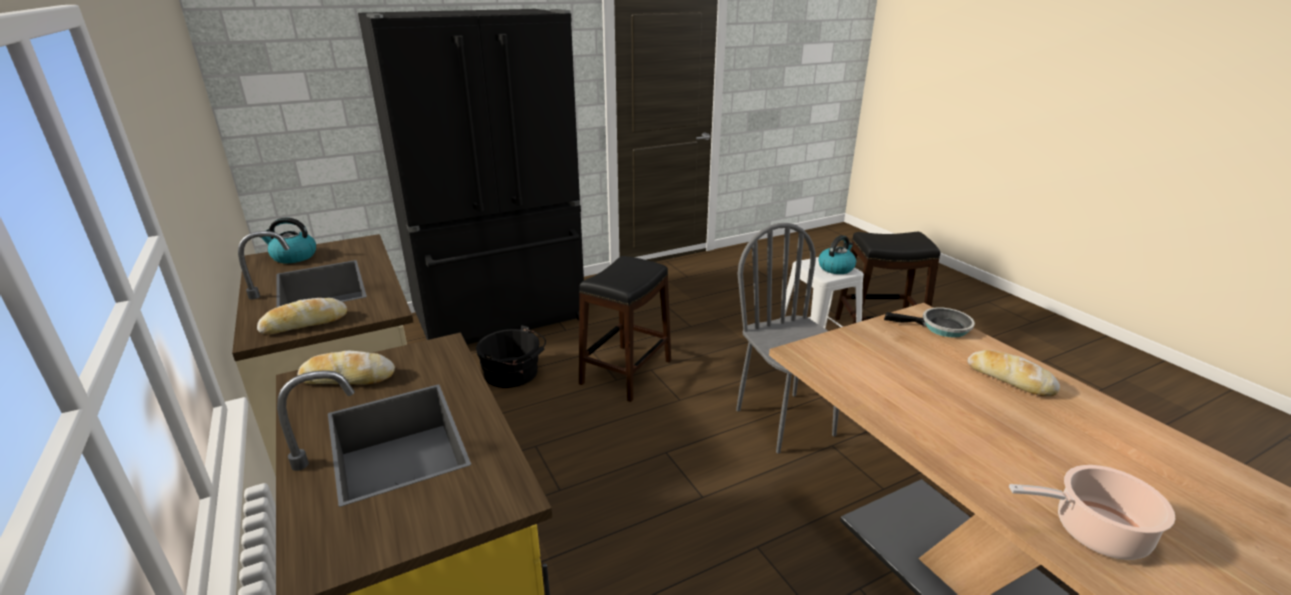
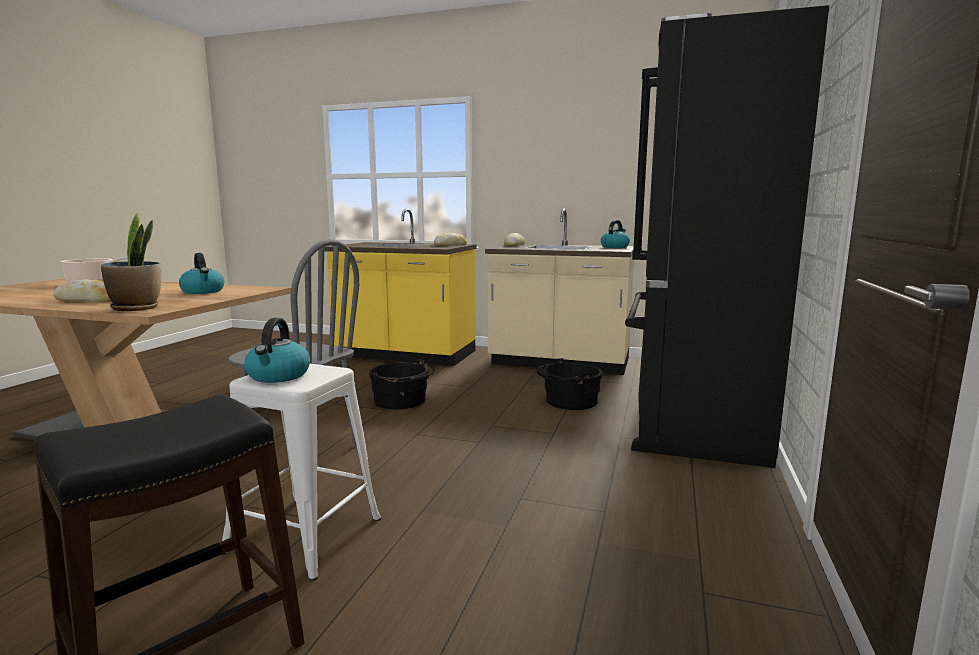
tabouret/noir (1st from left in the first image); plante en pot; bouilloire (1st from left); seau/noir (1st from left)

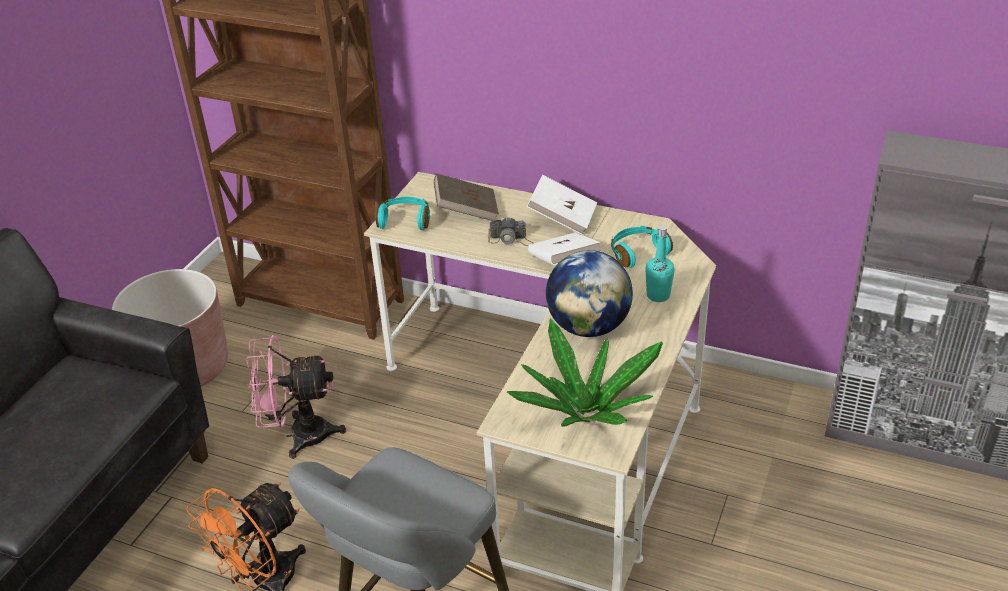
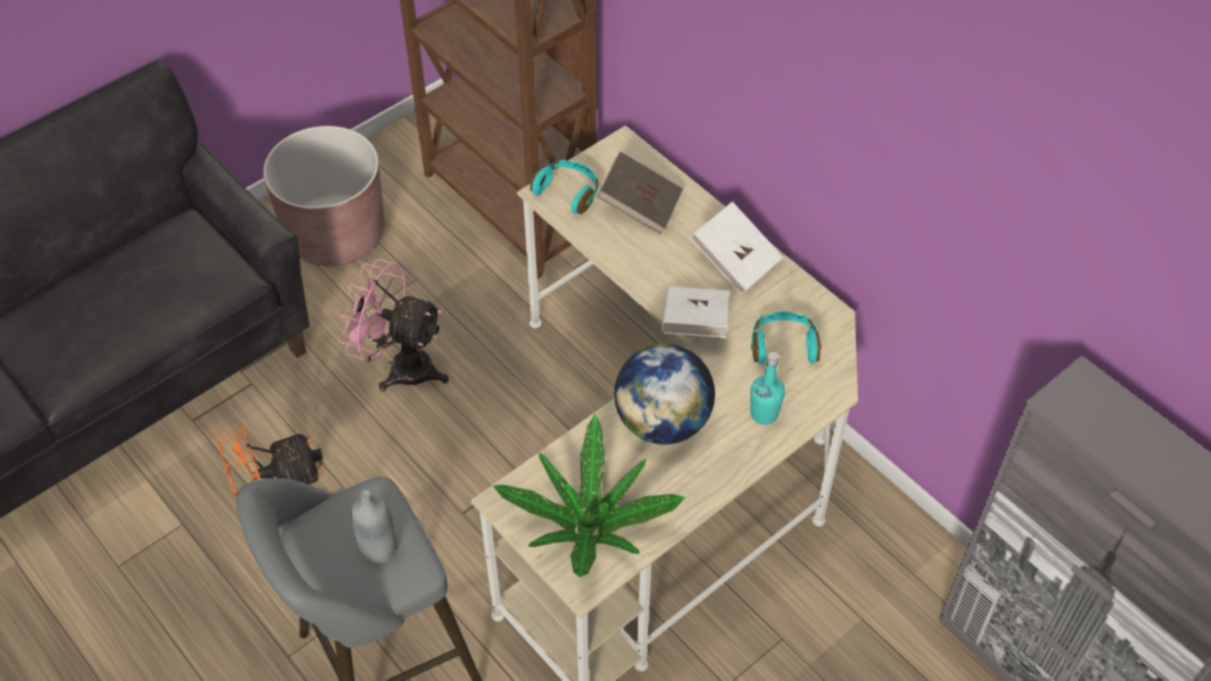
appareil photo; bouteille/gris

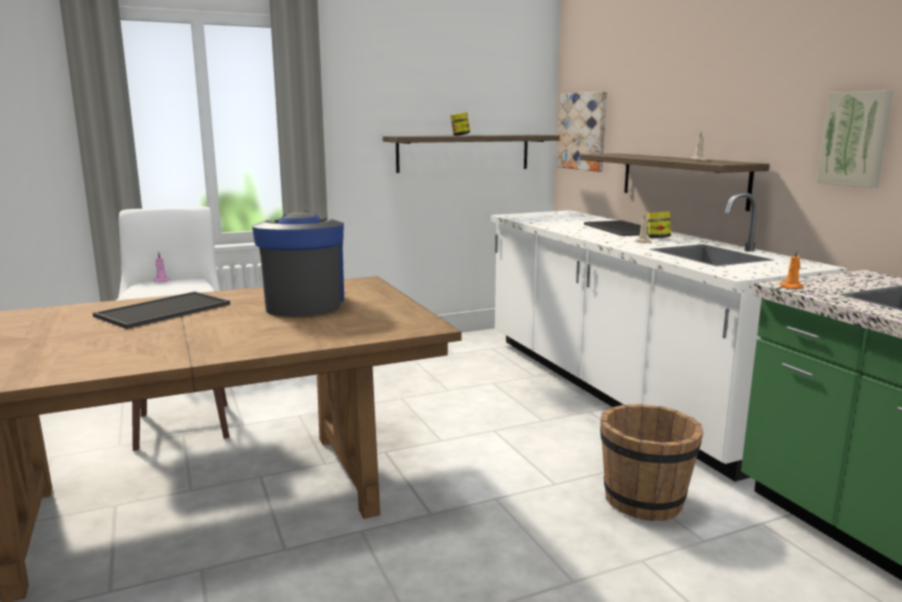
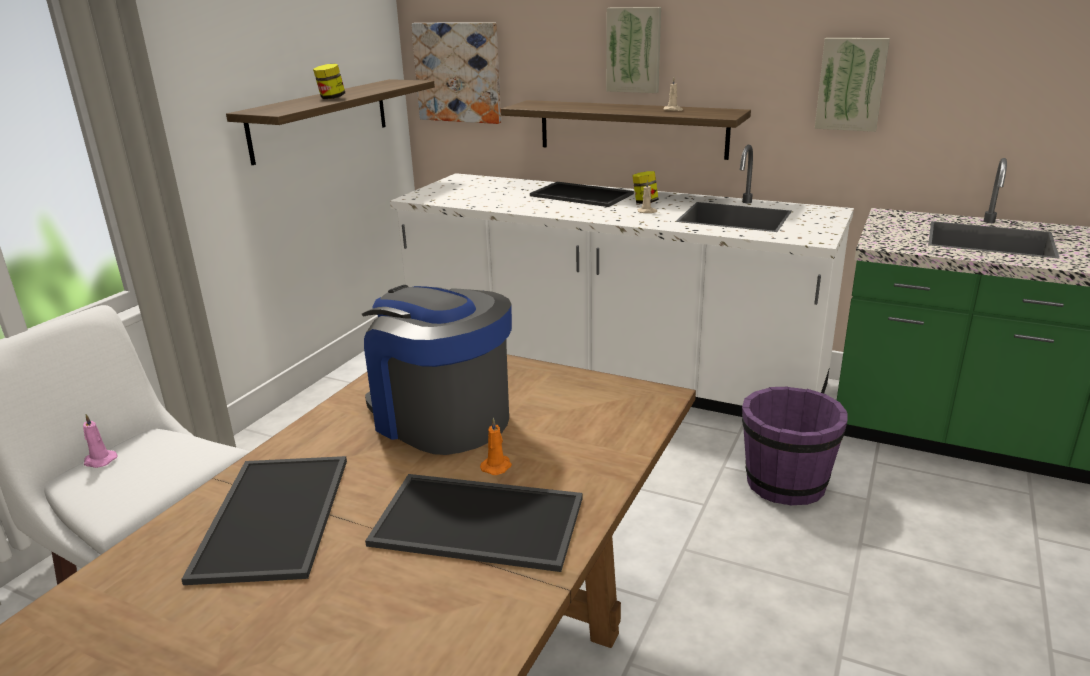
bougie/orange; seau/violet; tableau (2nd from left); plateau (2nd from left)

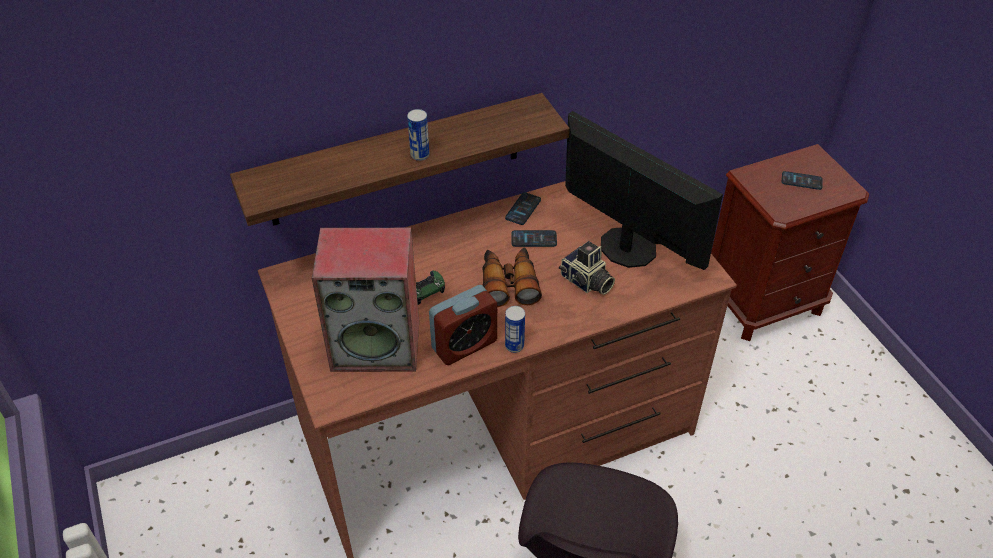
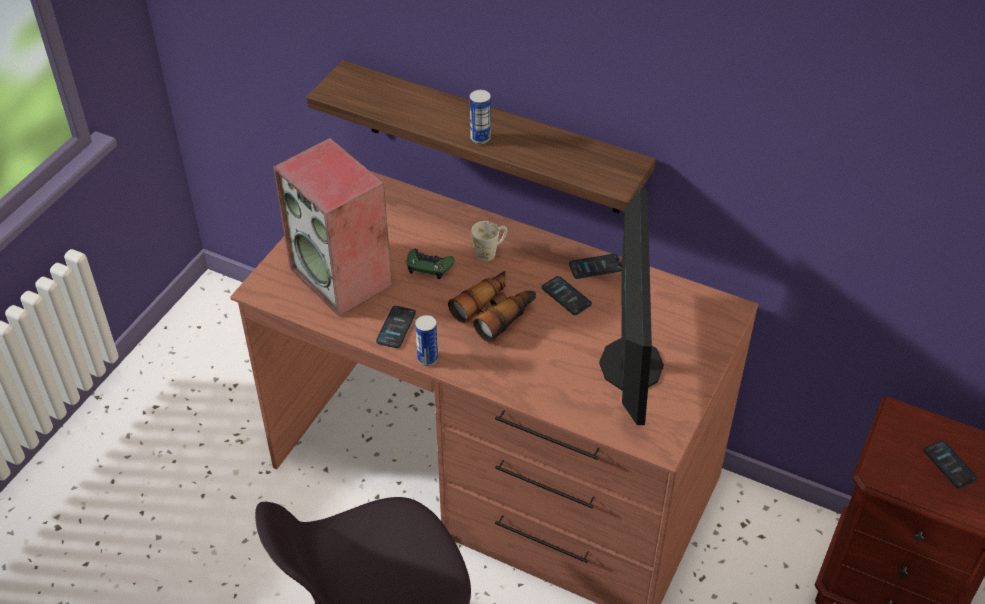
appareil photo; téléphone (1st from left); mug/blanc

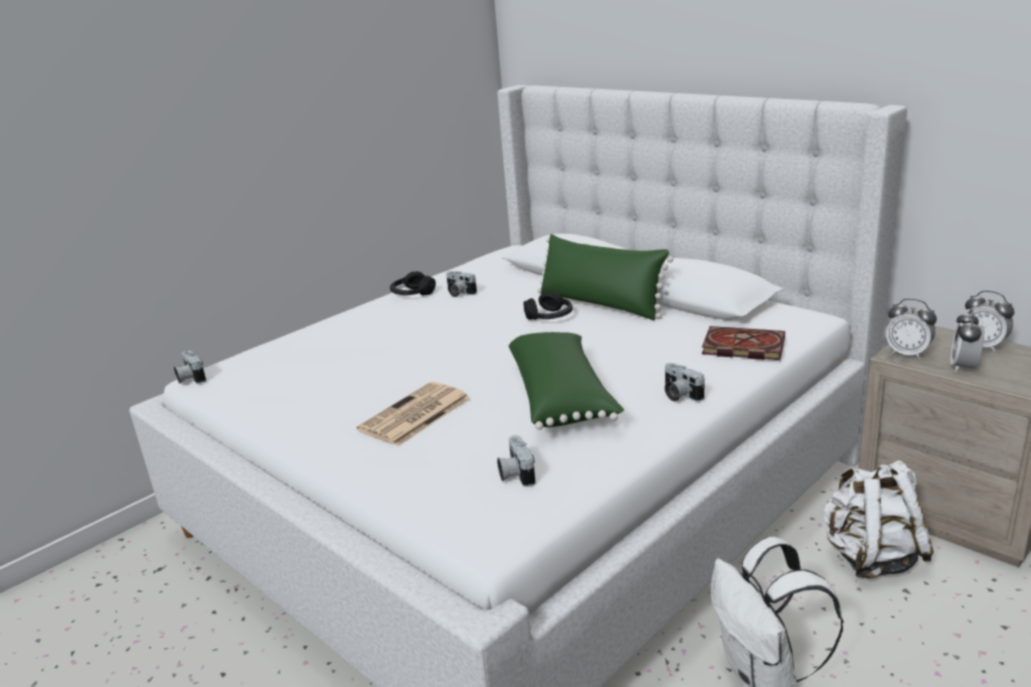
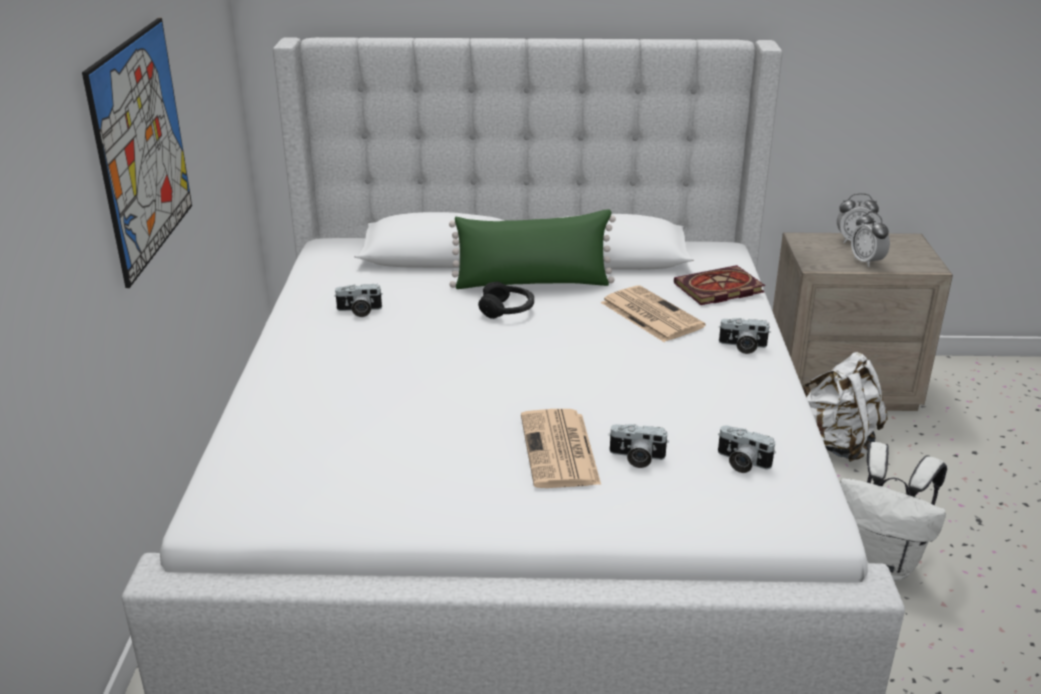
casque audio/noir (1st from left in the first image); réveil (1st from left in the first image); coussin/vert (1st from left in the first image); appareil photo (2nd from left); tableau; journal (2nd from left)

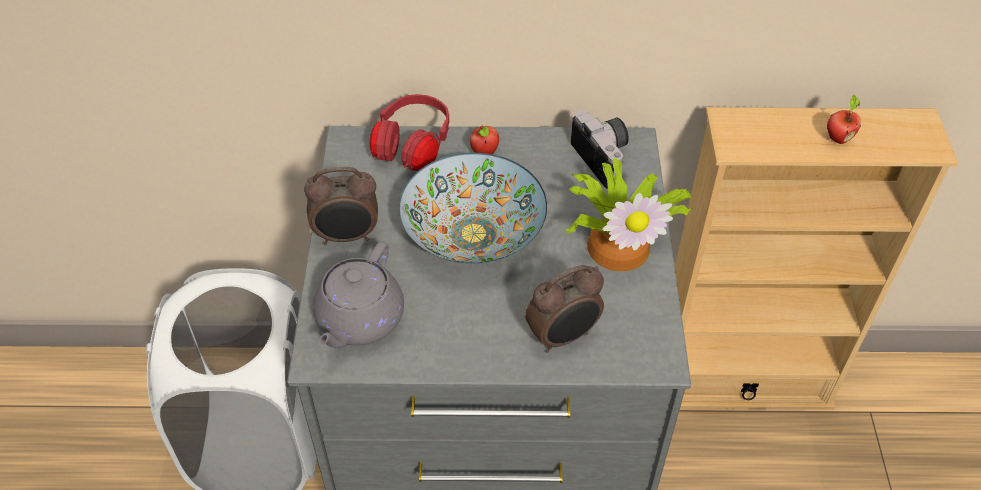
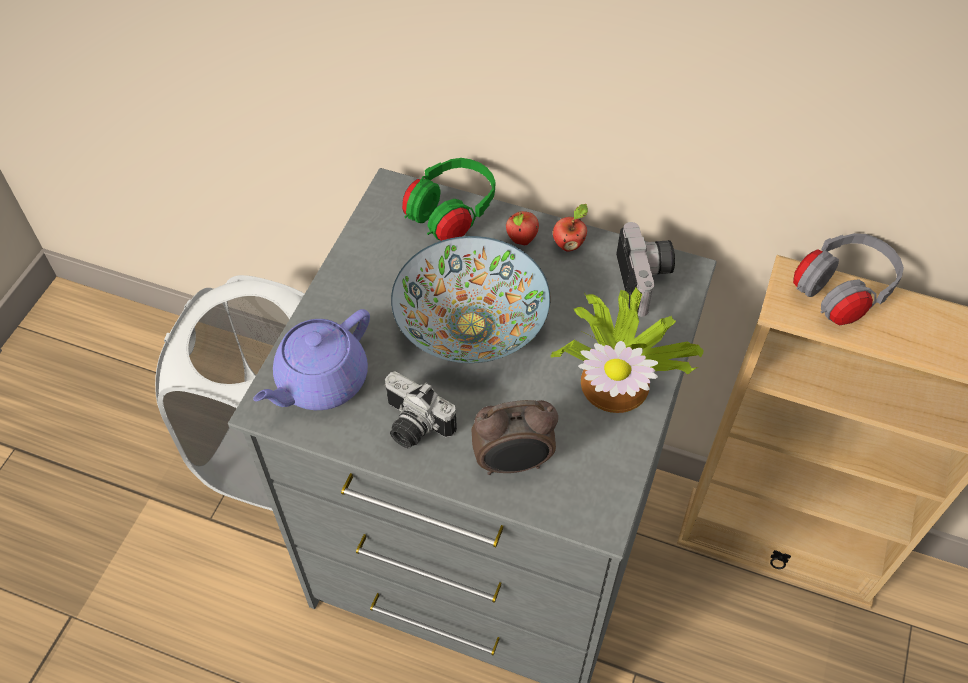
casque audio/vert; pomme (2nd from left); réveil (1st from left in the first image); théière/violet; casque audio/gris; appareil photo (1st from left)

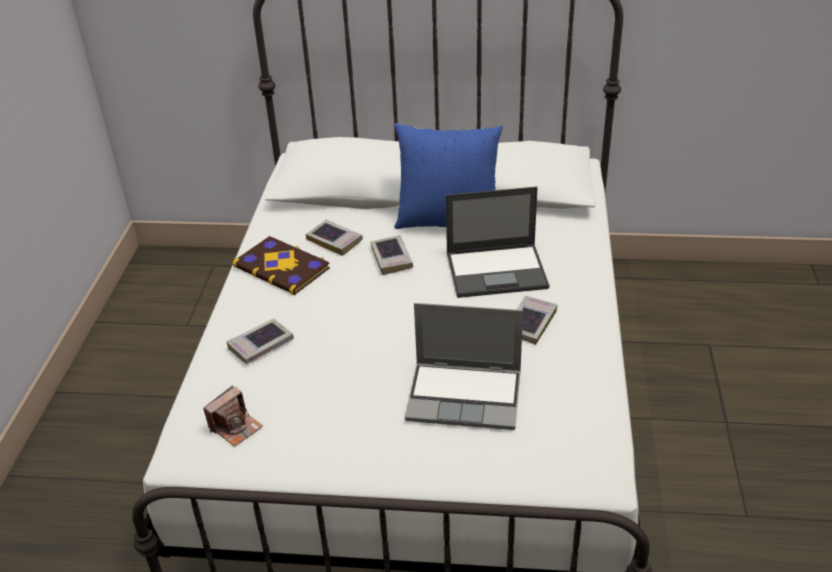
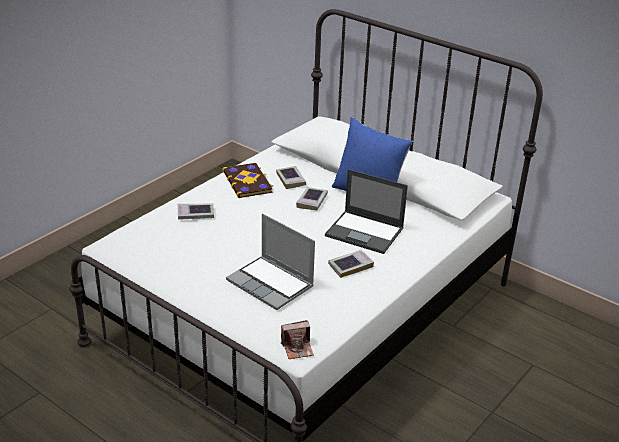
appareil photo

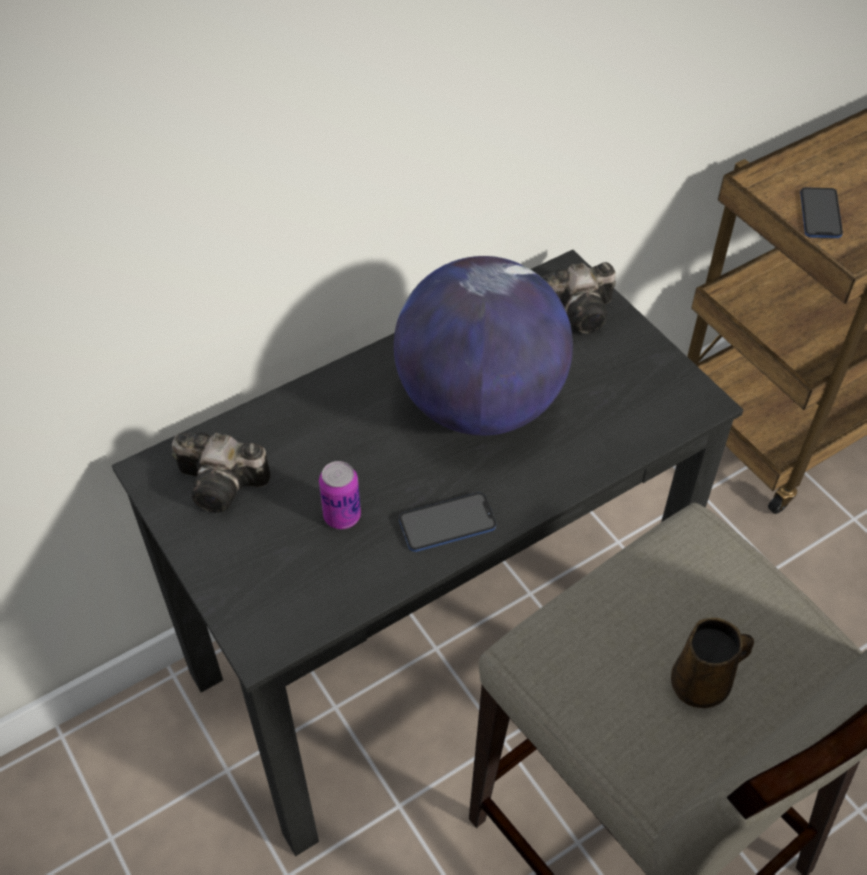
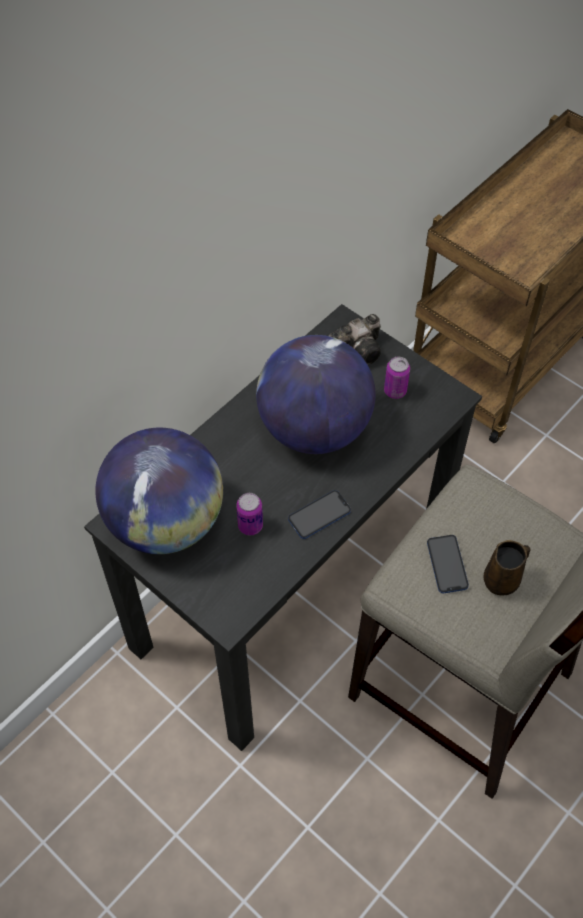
téléphone (2nd from left); globe (1st from left); boîte métallique (2nd from left)

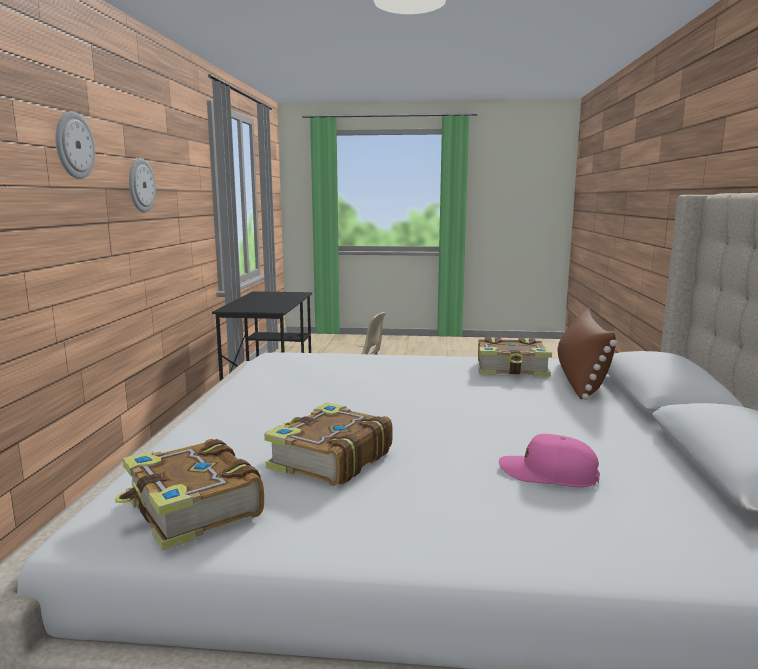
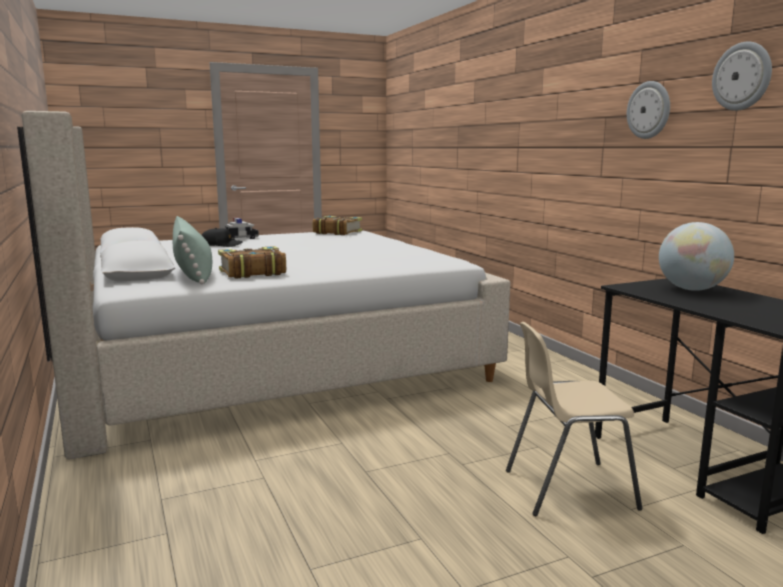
horloge murale (2nd from left); coussin/vert; livre (2nd from left in the first image); casquette/noir; petite voiture; globe

